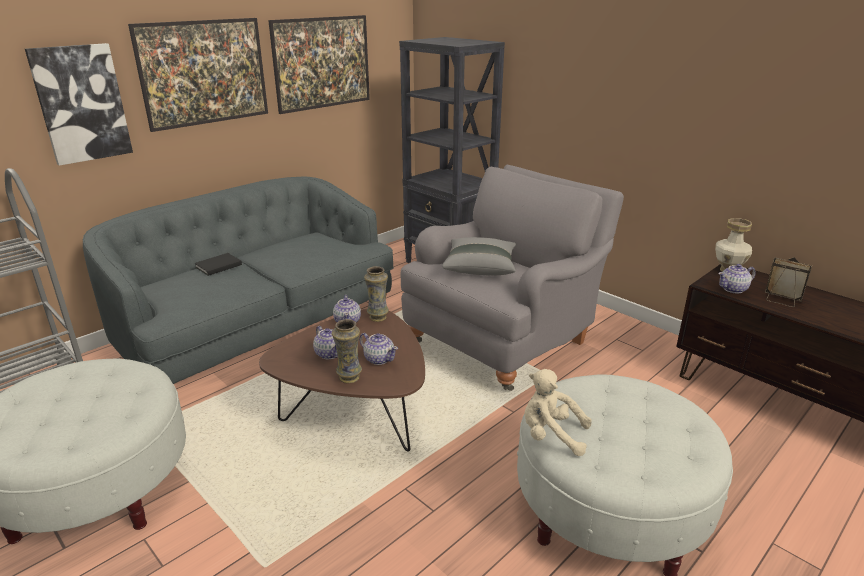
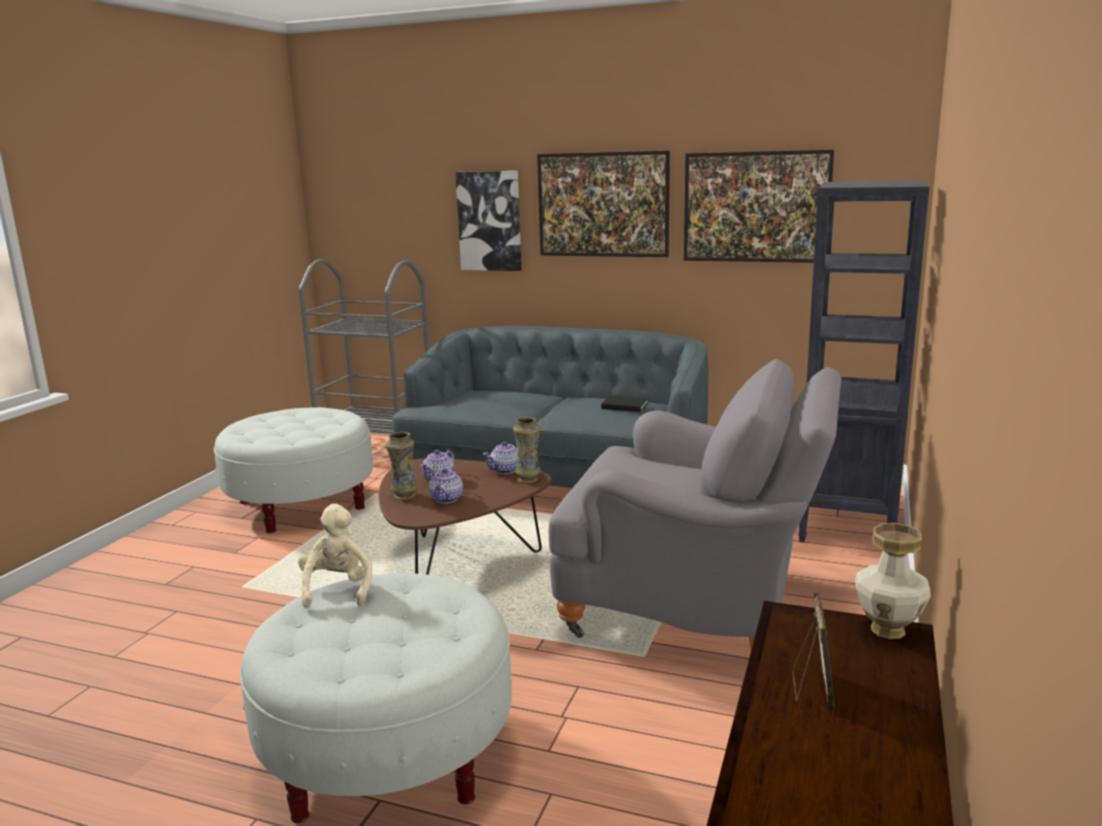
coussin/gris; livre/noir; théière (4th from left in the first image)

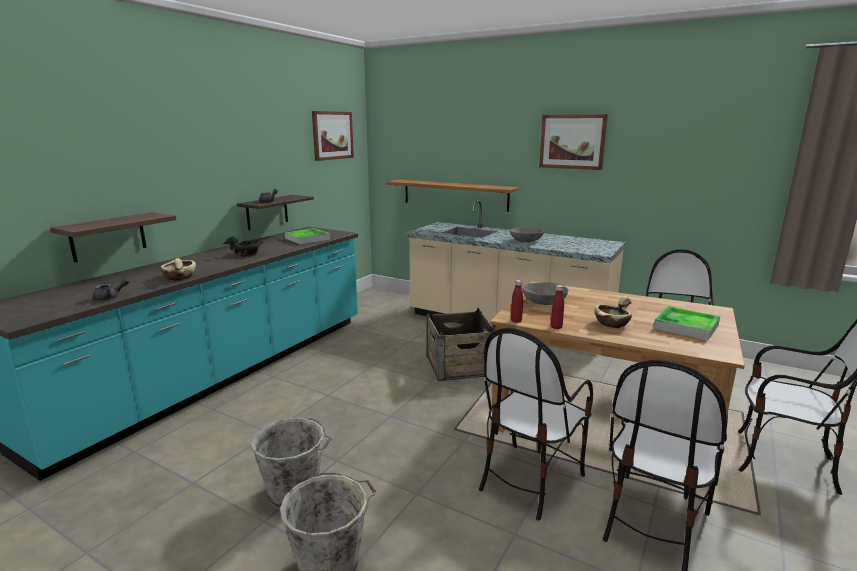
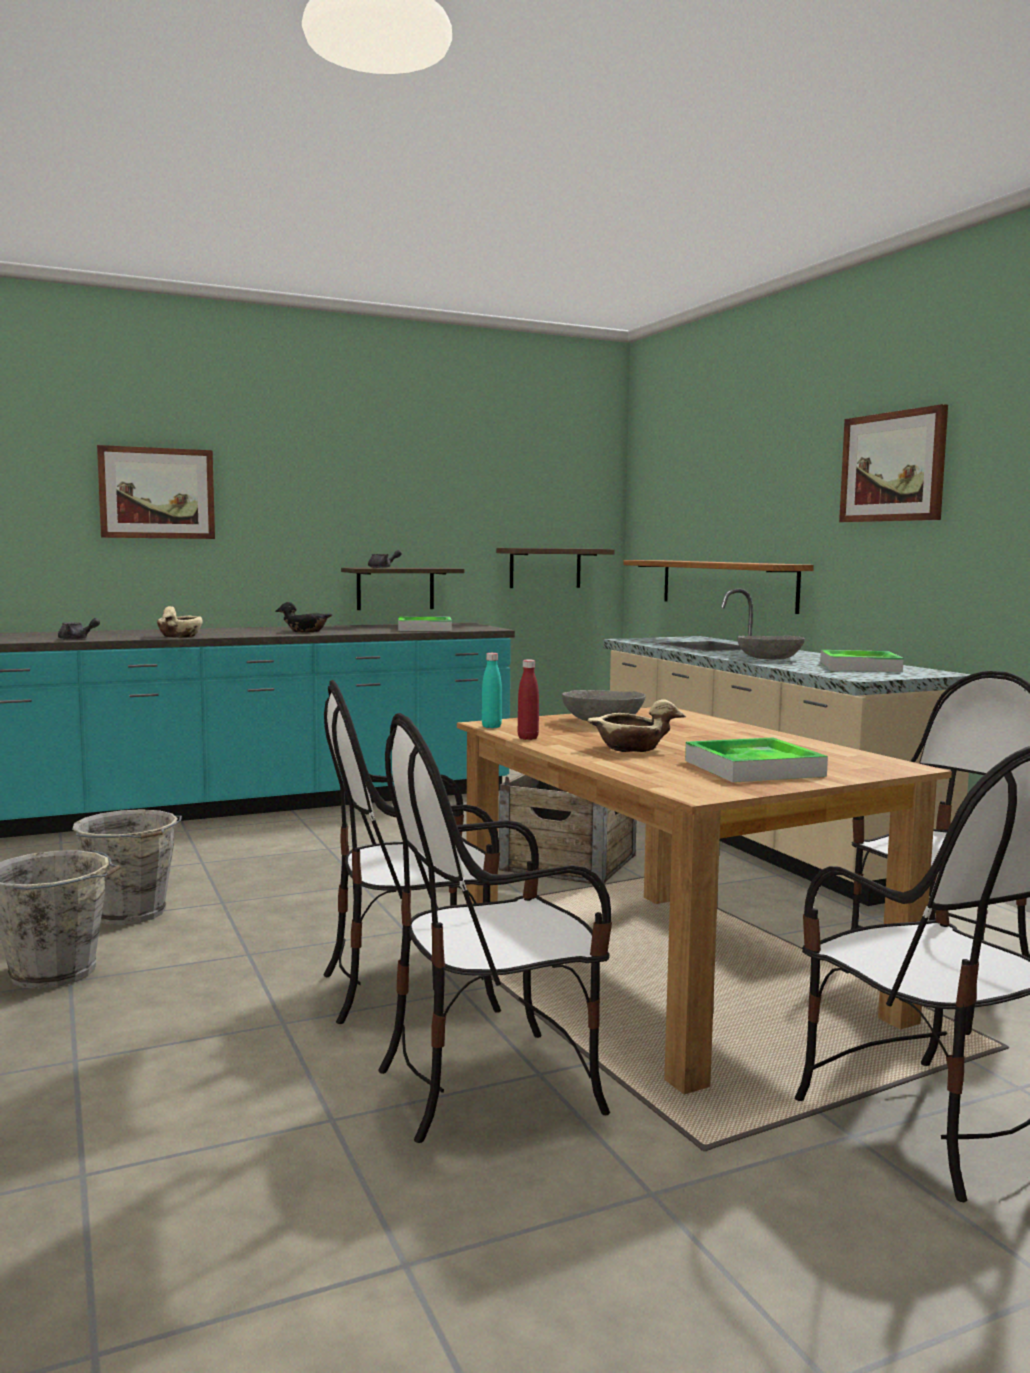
tableau (1st from left); étagère (2nd from left); bouteille/turquoise; plateau (3rd from left)

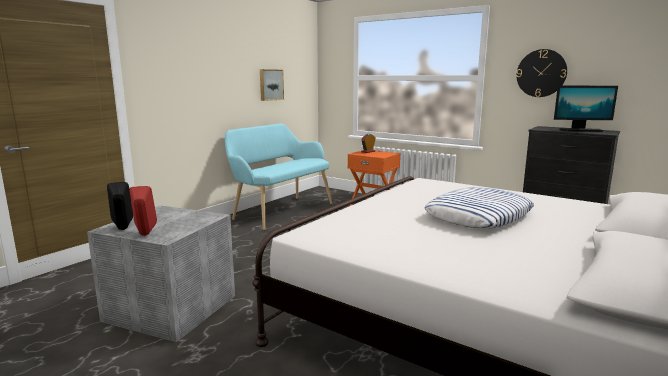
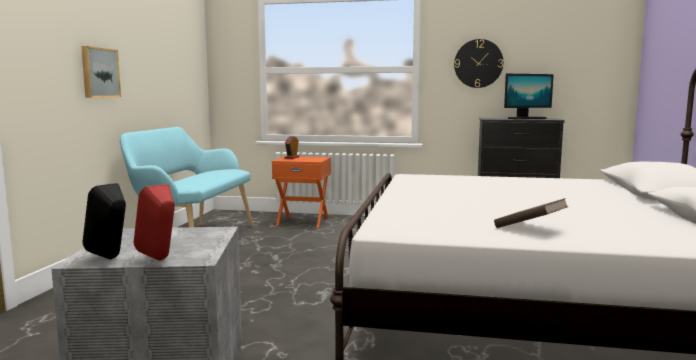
tableau; coussin; livre/marron

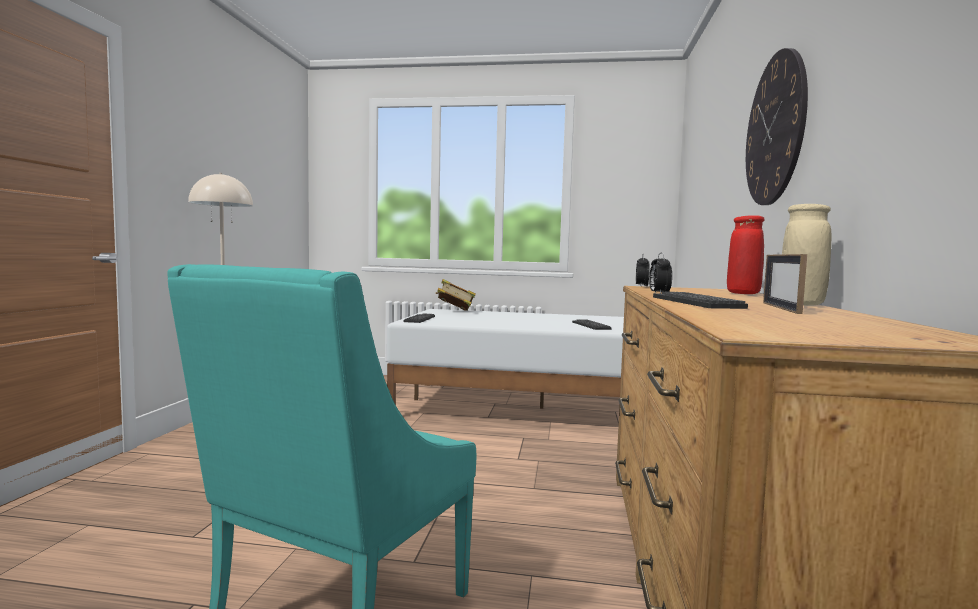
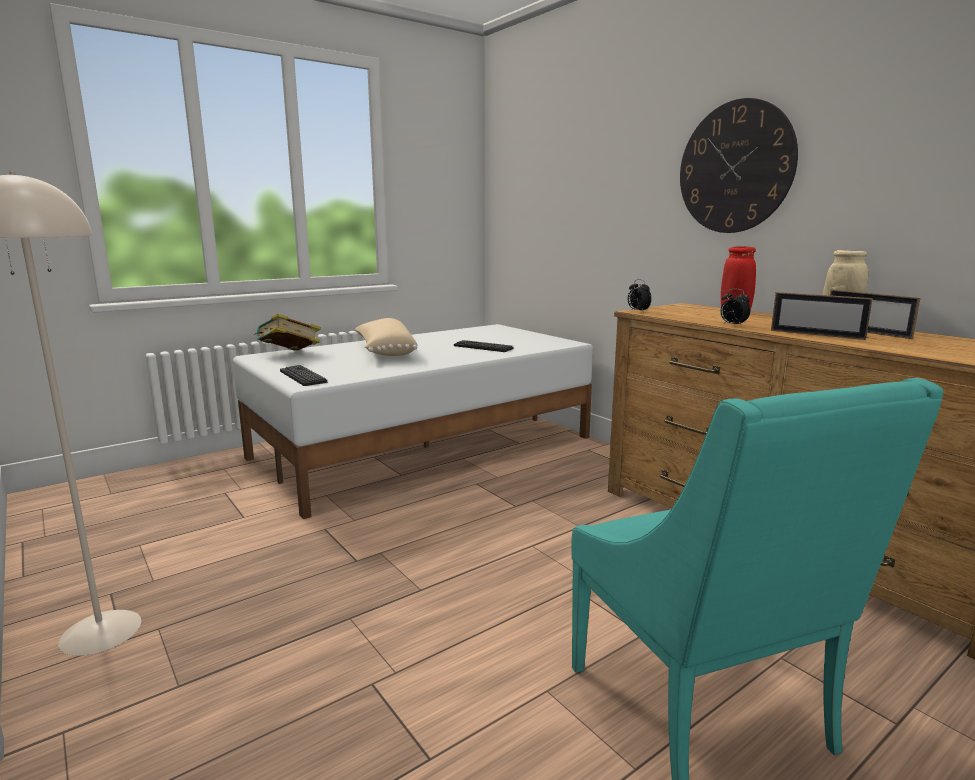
cadre photo (1st from left); coussin/beige

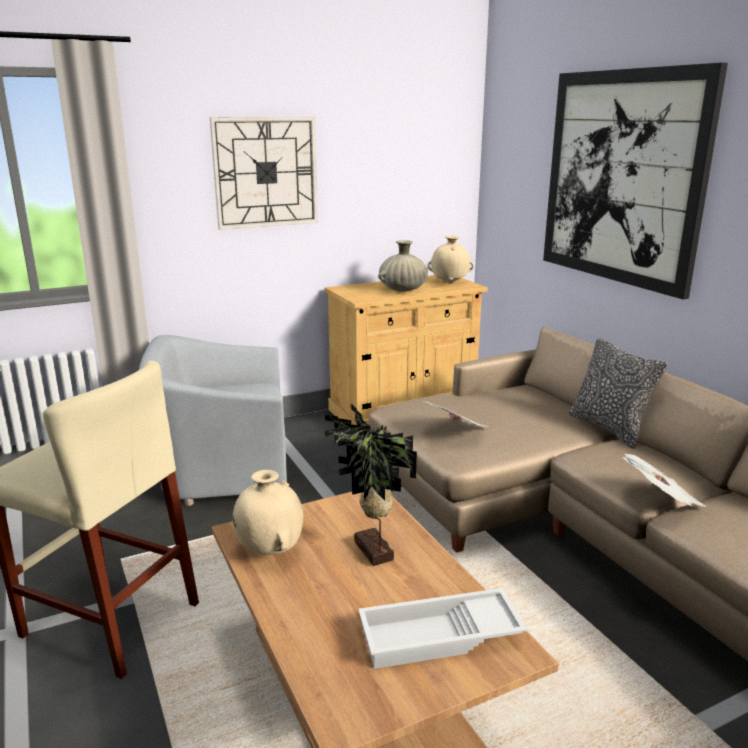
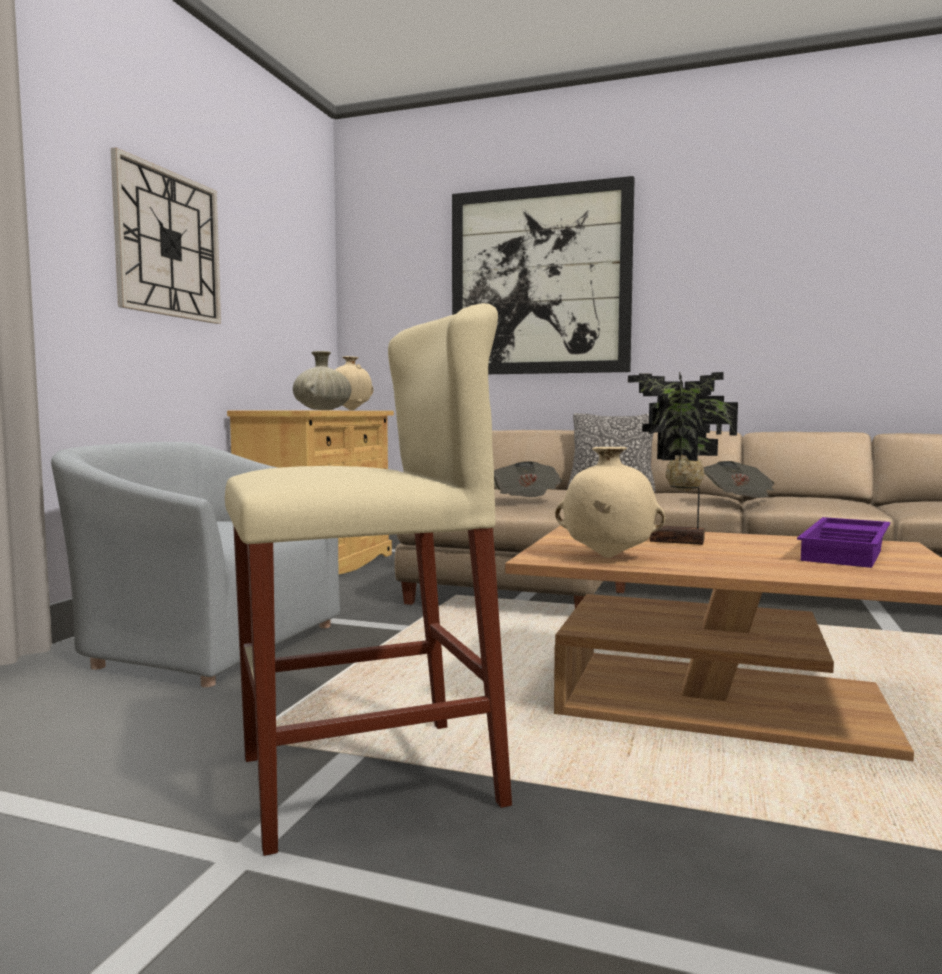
fauteuil/gris; plateau/violet

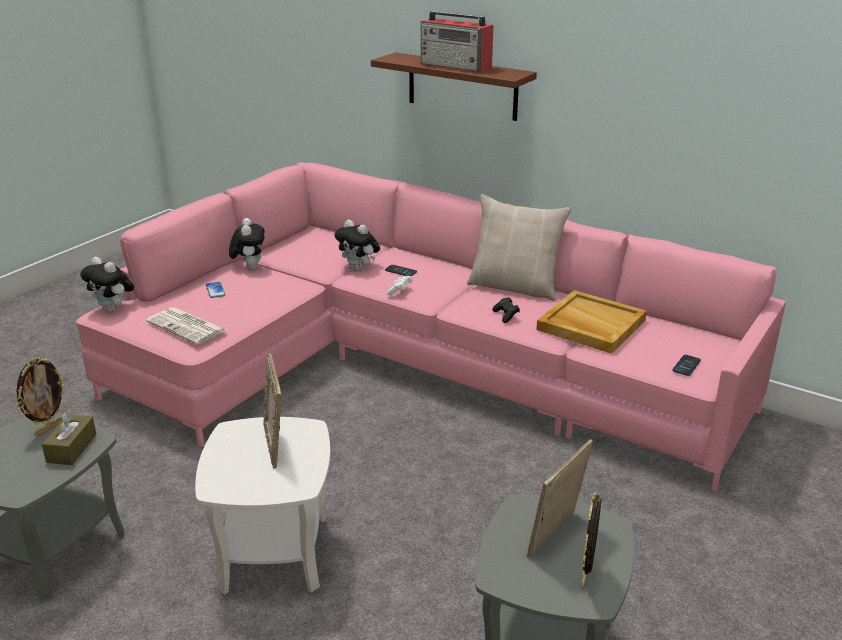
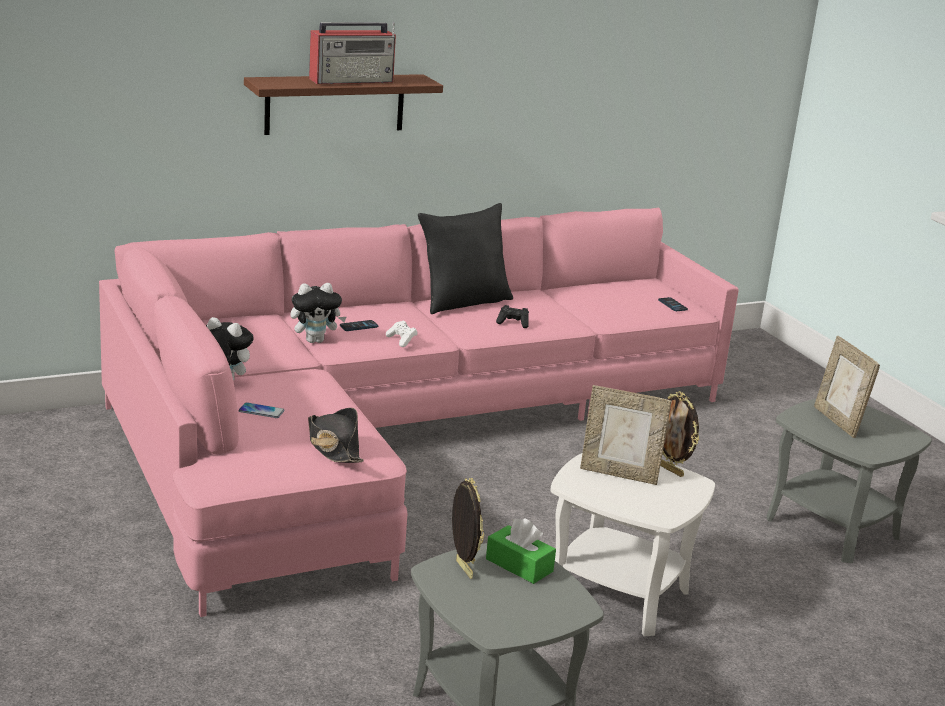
coussin/noir; peluche (1st from left in the first image); plateau/beige; chapeau/noir; boîte à mouchoirs/vert; cadre photo (3rd from left)

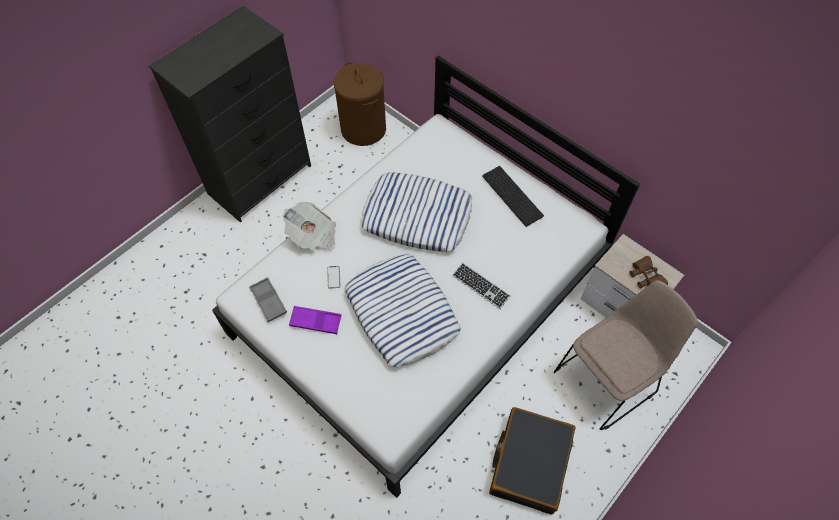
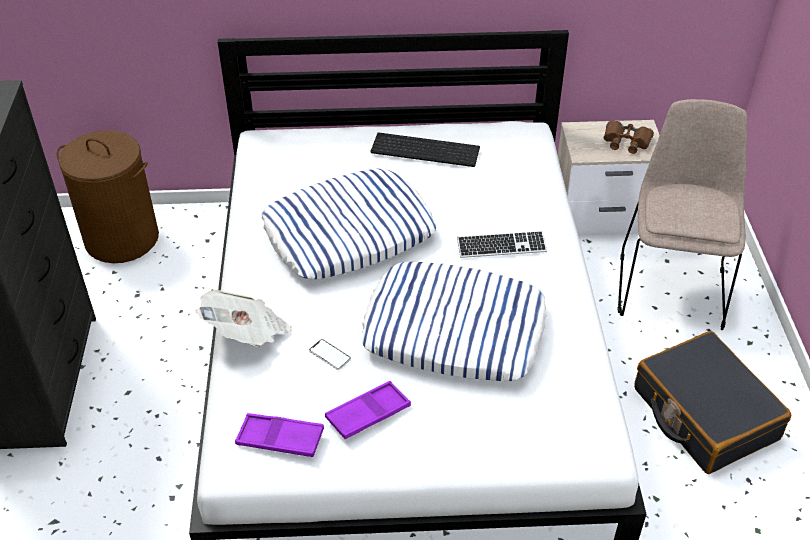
plateau/violet (1st from left)

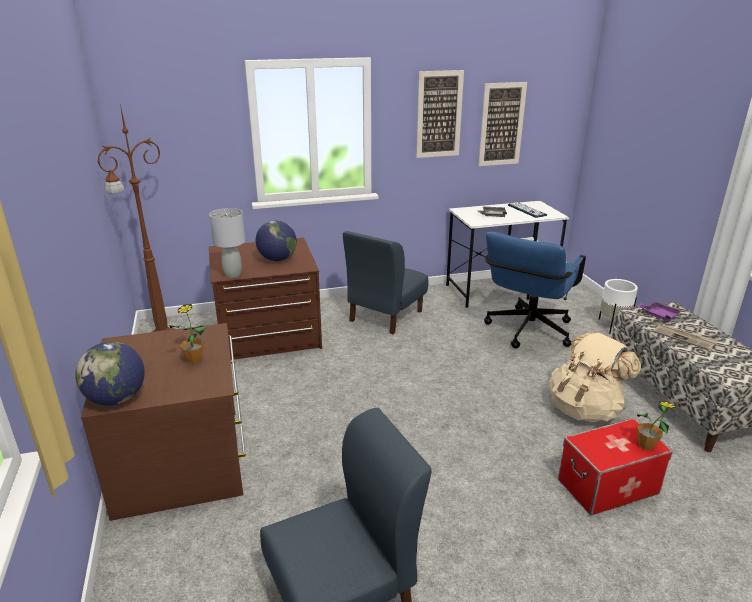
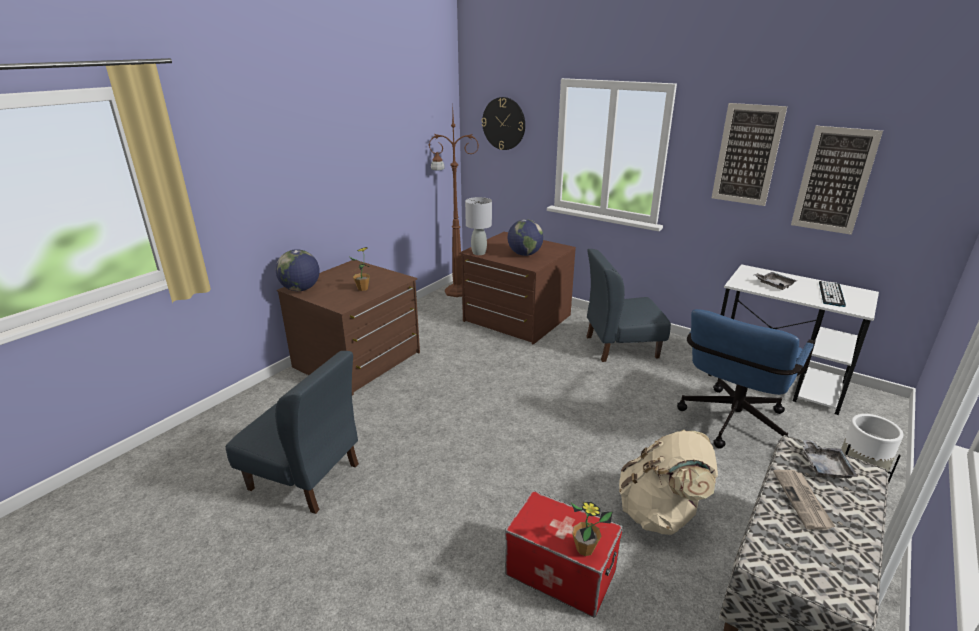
chaise de bureau/bleu; plateau/gris (2nd from left); horloge murale

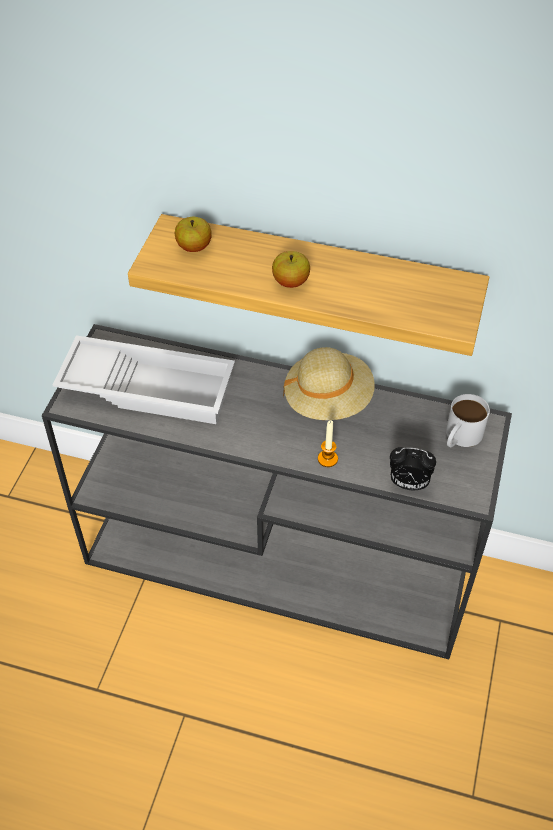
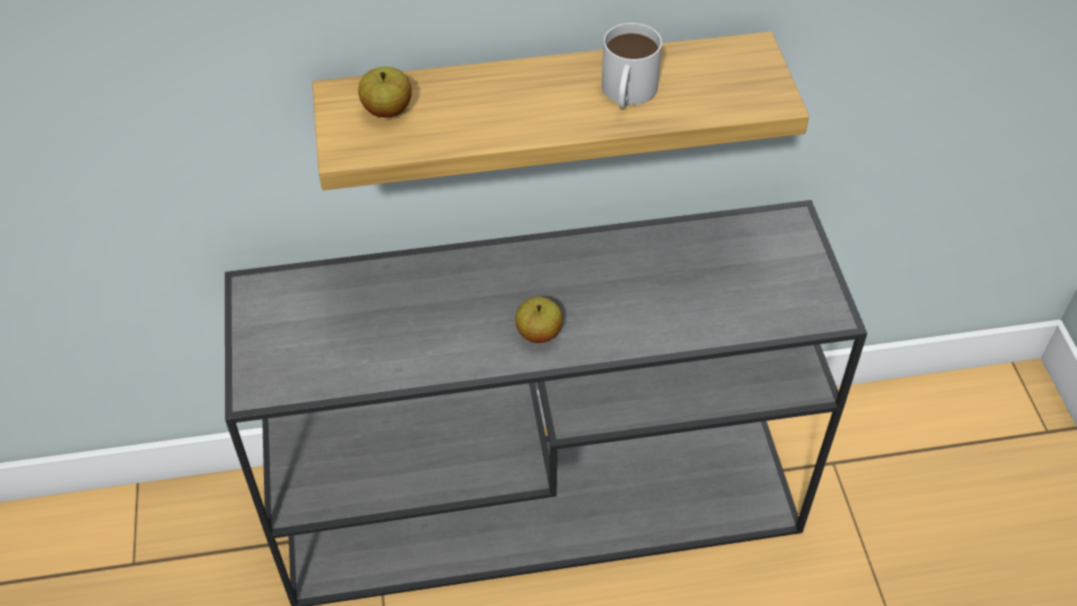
pomme (2nd from left); plateau/blanc; chapeau/beige; mug/blanc; bougie; réveil

